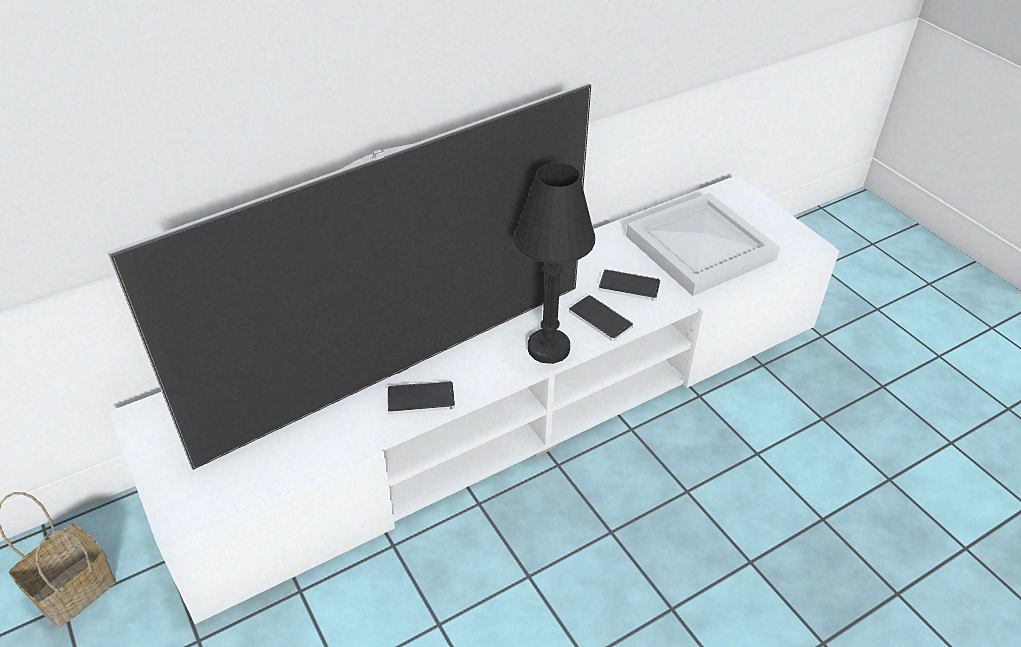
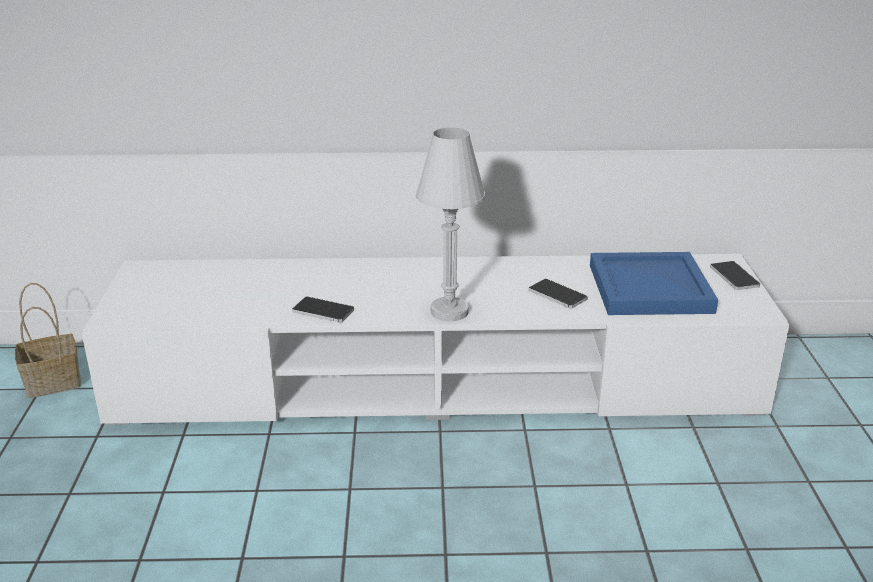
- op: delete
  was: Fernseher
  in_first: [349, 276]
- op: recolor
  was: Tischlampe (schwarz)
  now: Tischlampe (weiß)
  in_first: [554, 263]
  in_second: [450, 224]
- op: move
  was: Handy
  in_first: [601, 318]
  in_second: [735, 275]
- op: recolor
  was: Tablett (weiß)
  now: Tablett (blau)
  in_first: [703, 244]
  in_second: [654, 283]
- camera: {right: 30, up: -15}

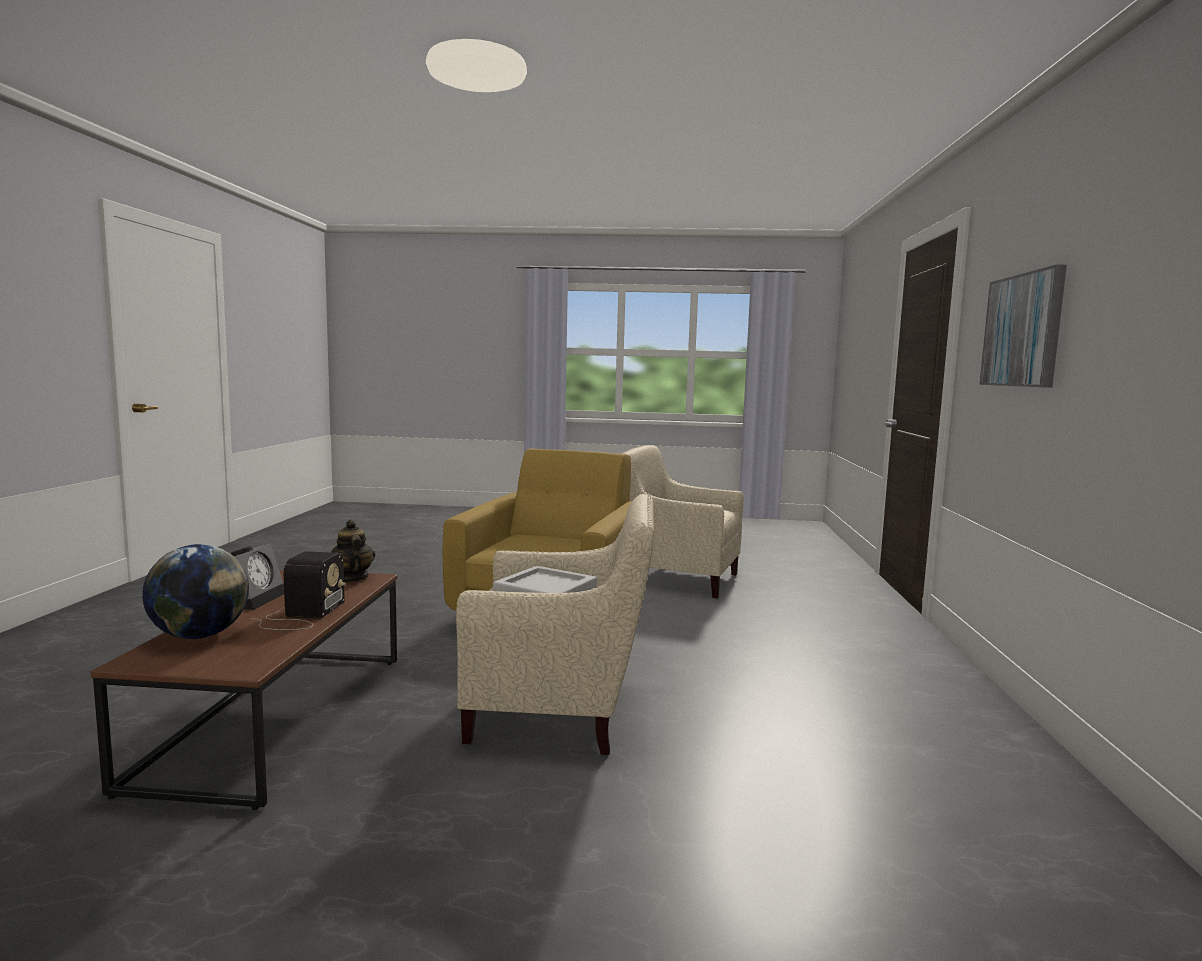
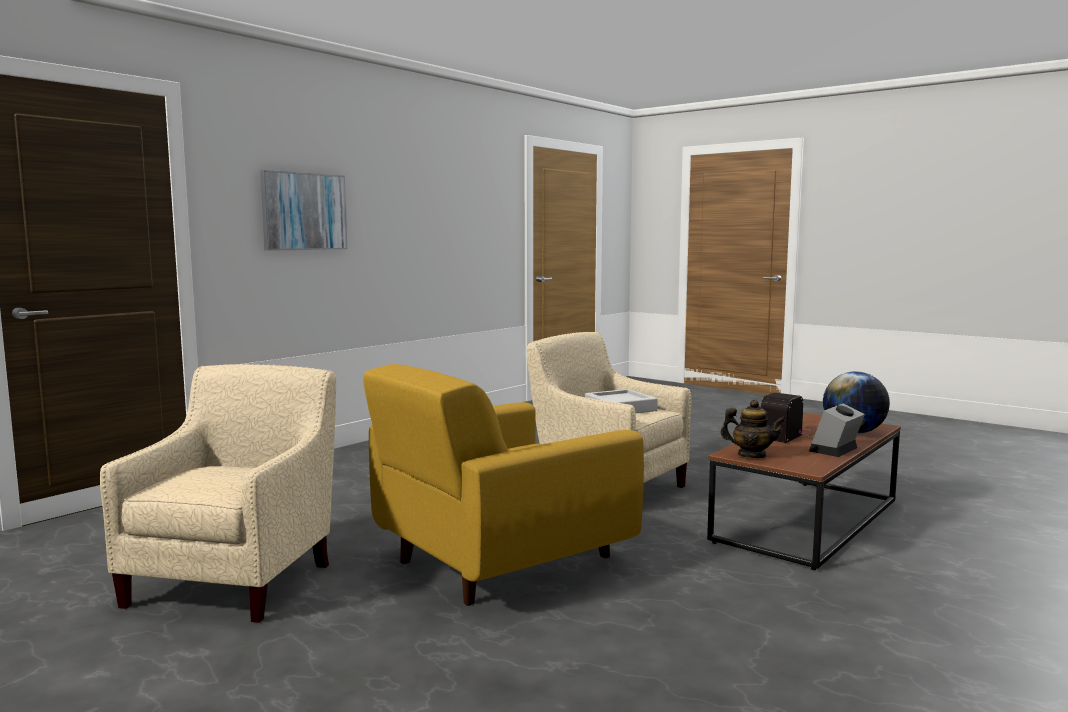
- op: rotate
  was: Teekanne
  in_first: [353, 551]
  in_second: [753, 429]
  clockwise: -75
- op: rotate
  was: Sessel (beige)
  in_first: [682, 521]
  in_second: [218, 493]
  clockwise: -135
- camera: {right: -145, up: 0}

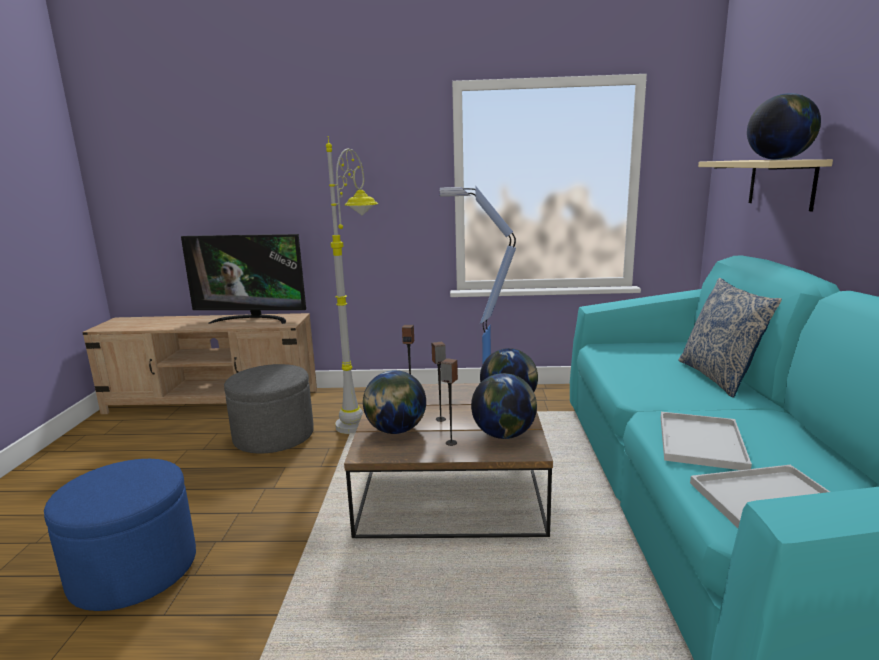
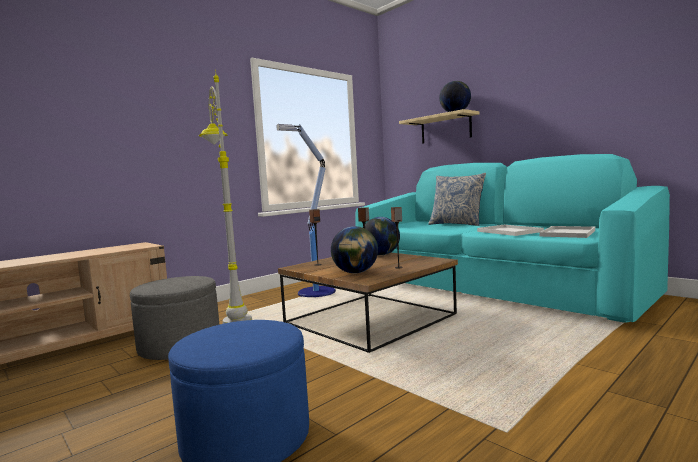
- op: delete
  was: Fernseher
  in_first: [243, 279]
- op: delete
  was: Globus
  in_first: [504, 406]
- camera: {right: -45, up: -10}

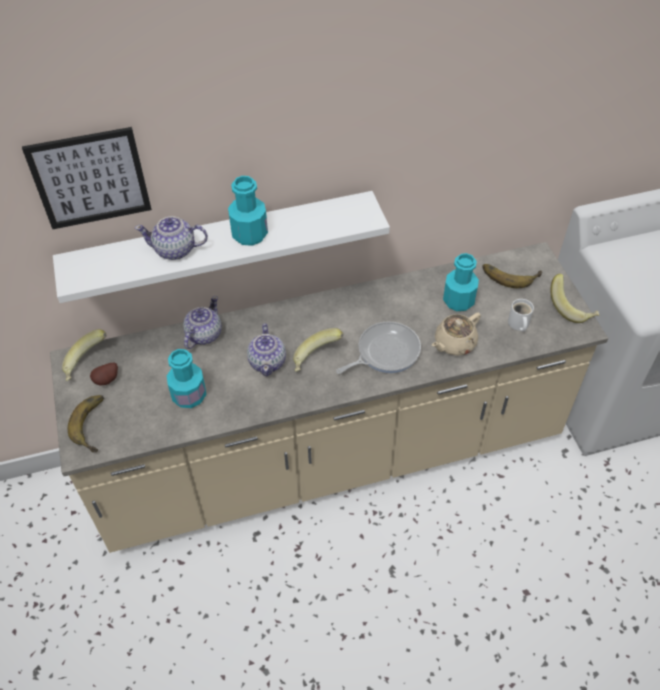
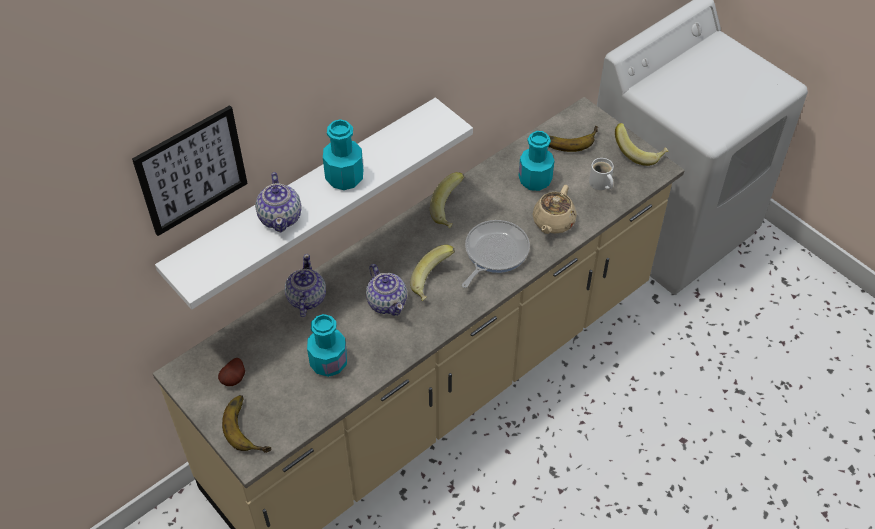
- op: move
  was: Banane
  in_first: [84, 355]
  in_second: [447, 200]
- op: rotate
  was: Teekanne
  in_first: [171, 238]
  in_second: [278, 202]
  clockwise: -75
- camera: {right: -25, up: 0}

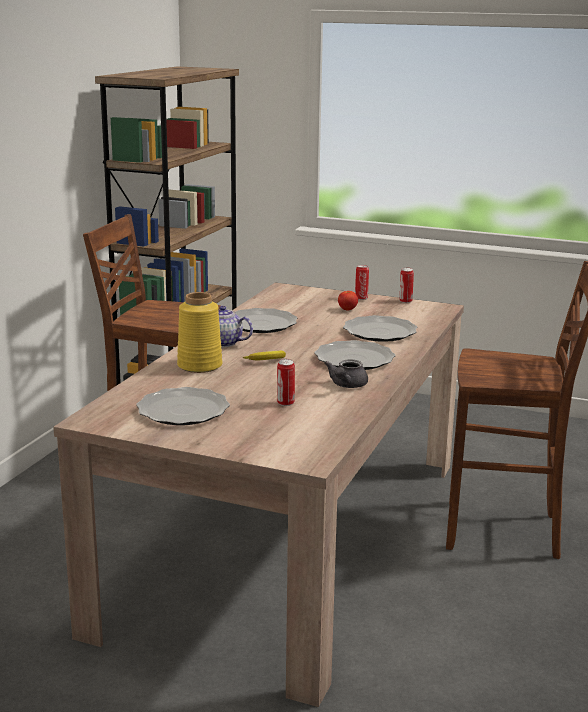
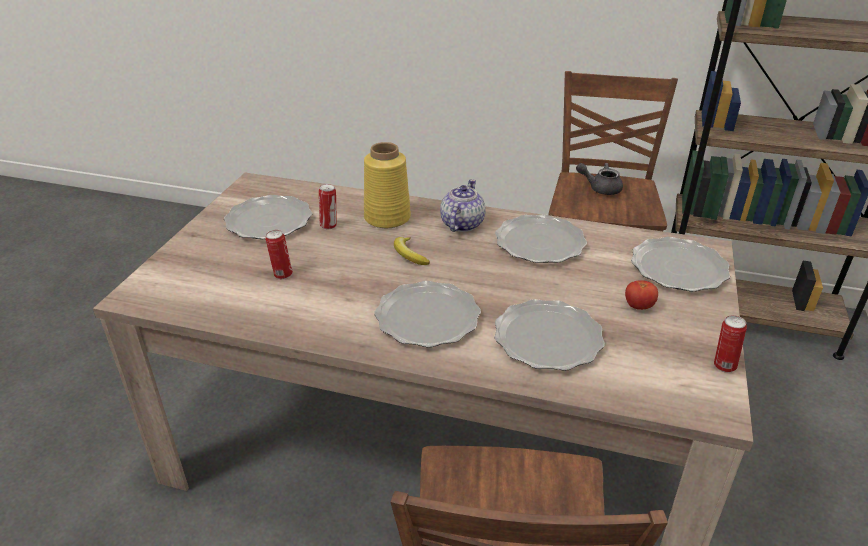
- op: move
  was: Teekanne (grau)
  in_first: [346, 373]
  in_second: [599, 179]
- op: move
  was: Dose
  in_first: [362, 282]
  in_second: [328, 206]
- op: insert
  now: Teller
  in_second: [680, 264]
- camera: {right: 85, up: 15}

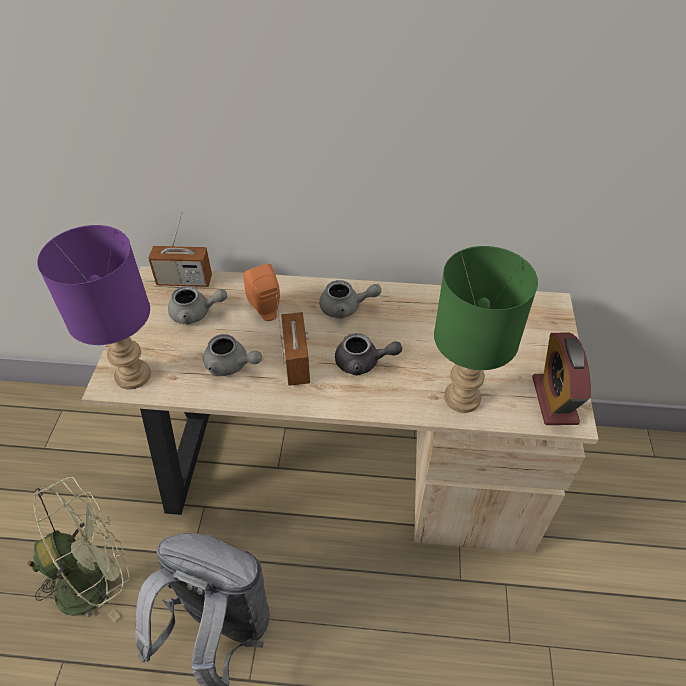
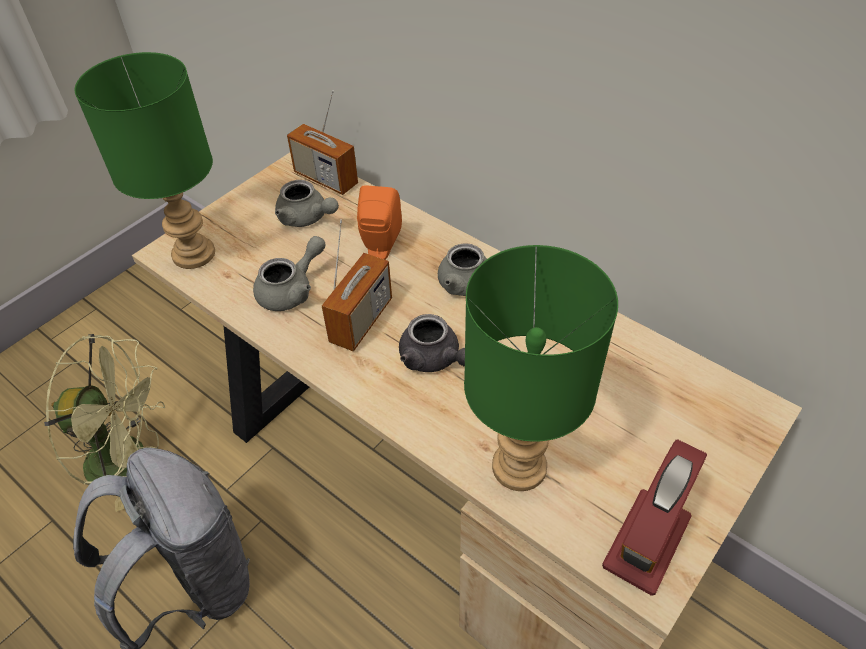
- op: recolor
  was: Tischlampe (lila)
  now: Tischlampe (grün)
  in_first: [94, 307]
  in_second: [144, 160]
- op: rotate
  was: Teekanne (grau)
  in_first: [232, 355]
  in_second: [289, 273]
  clockwise: -105
- camera: {right: 35, up: 0}

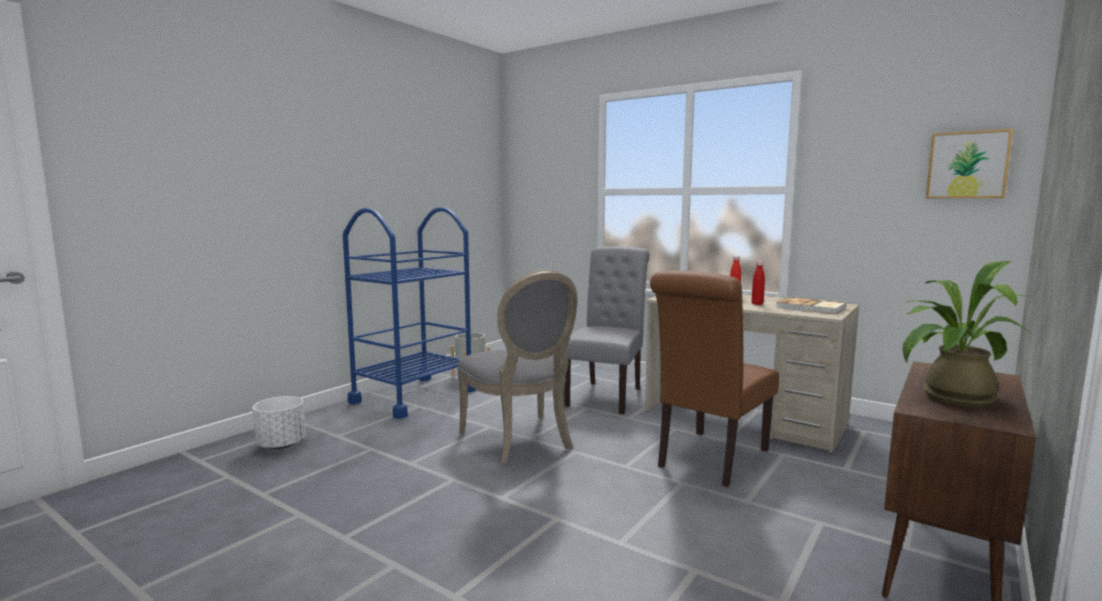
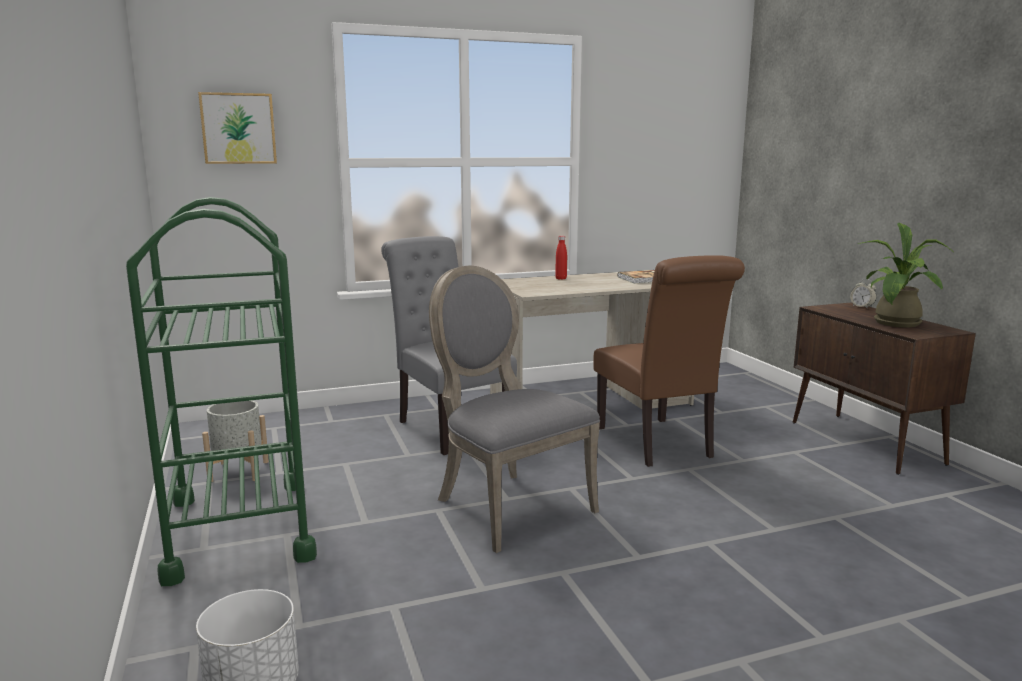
- op: recolor
  was: Rollwagen (blau)
  now: Rollwagen (grün)
  in_first: [409, 313]
  in_second: [221, 391]
- op: rotate
  was: Stuhl (grau)
  in_first: [517, 367]
  in_second: [514, 409]
  clockwise: -135
- op: delete
  was: Flasche (rot)
  in_first: [758, 283]
- op: move
  was: Bild
  in_first: [969, 163]
  in_second: [237, 128]
- op: insert
  now: Wecker
  in_second: [863, 294]
- camera: {right: -55, up: 5}

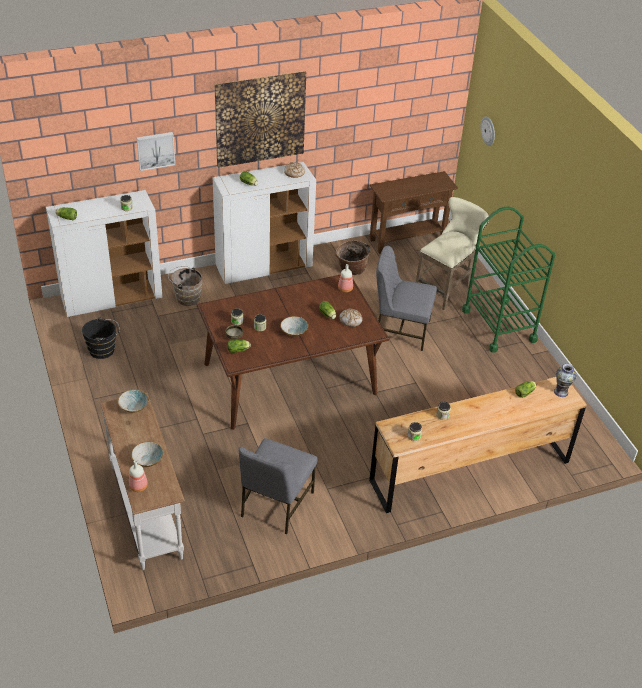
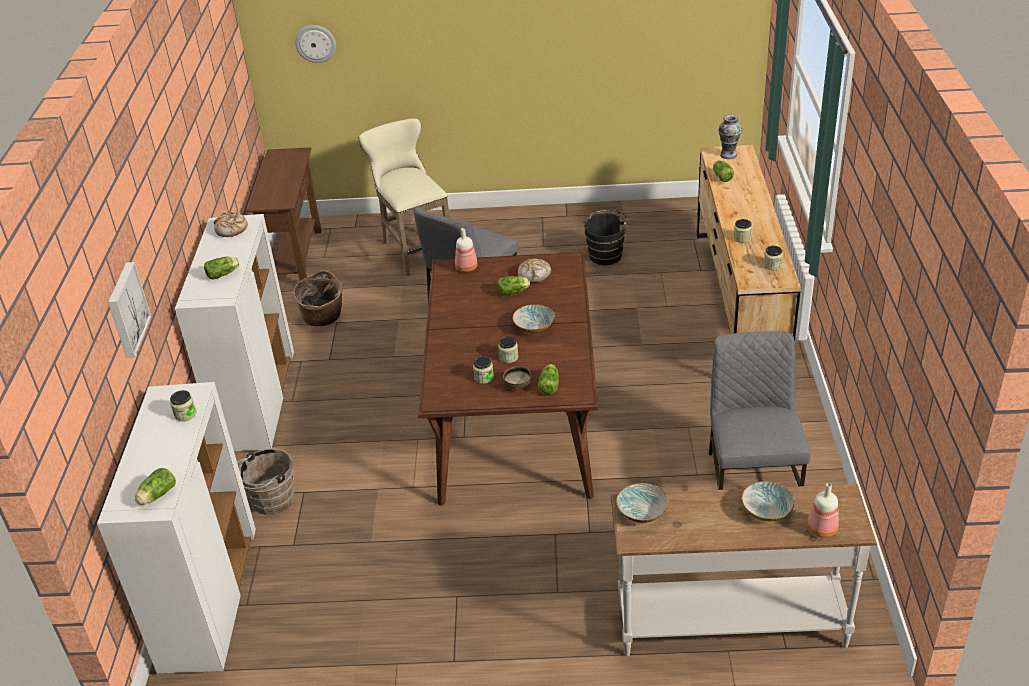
- op: move
  was: Eimer (schwarz)
  in_first: [101, 338]
  in_second: [606, 237]
- op: delete
  was: Bild
  in_first: [260, 119]
- op: rotate
  was: Stuhl (grau)
  in_first: [278, 486]
  in_second: [760, 410]
  clockwise: -135
- op: delete
  was: Rollwagen (grün)
  in_first: [508, 279]
- camera: {right: -65, up: -5}

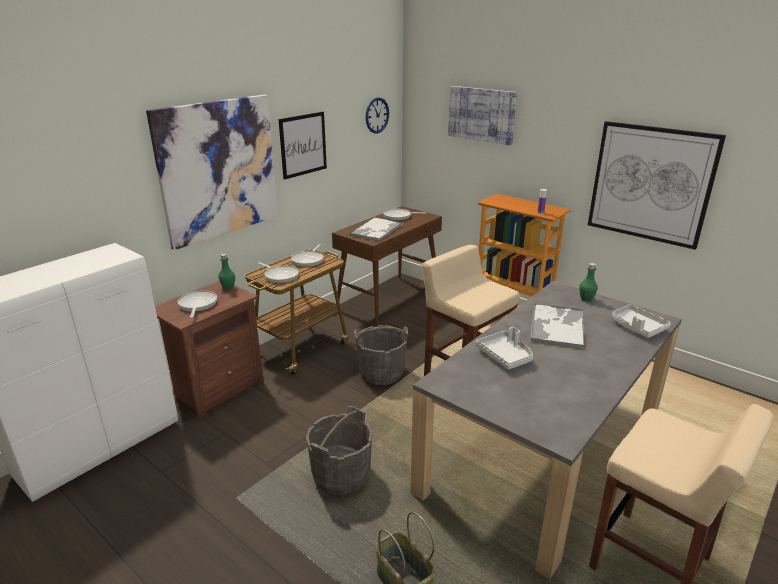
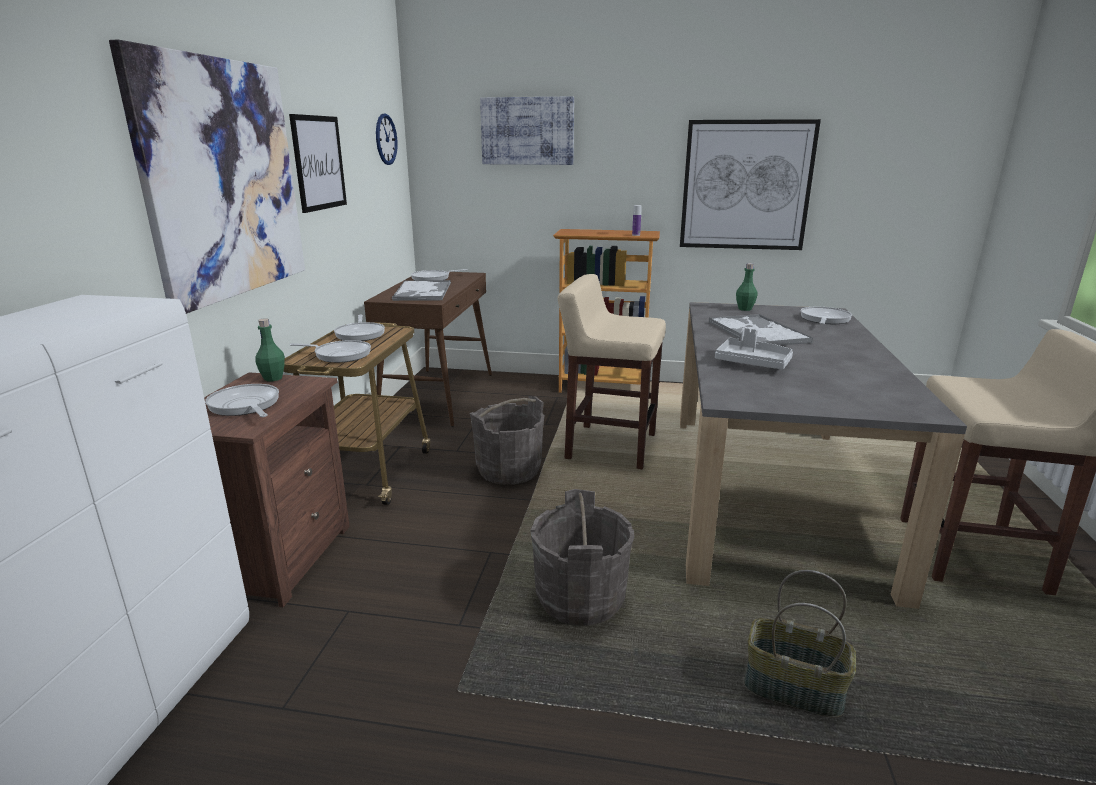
- op: replace
  was: Tablett (grau)
  now: Pfanne
  in_first: [641, 321]
  in_second: [826, 315]
- camera: {right: -30, up: -5}

